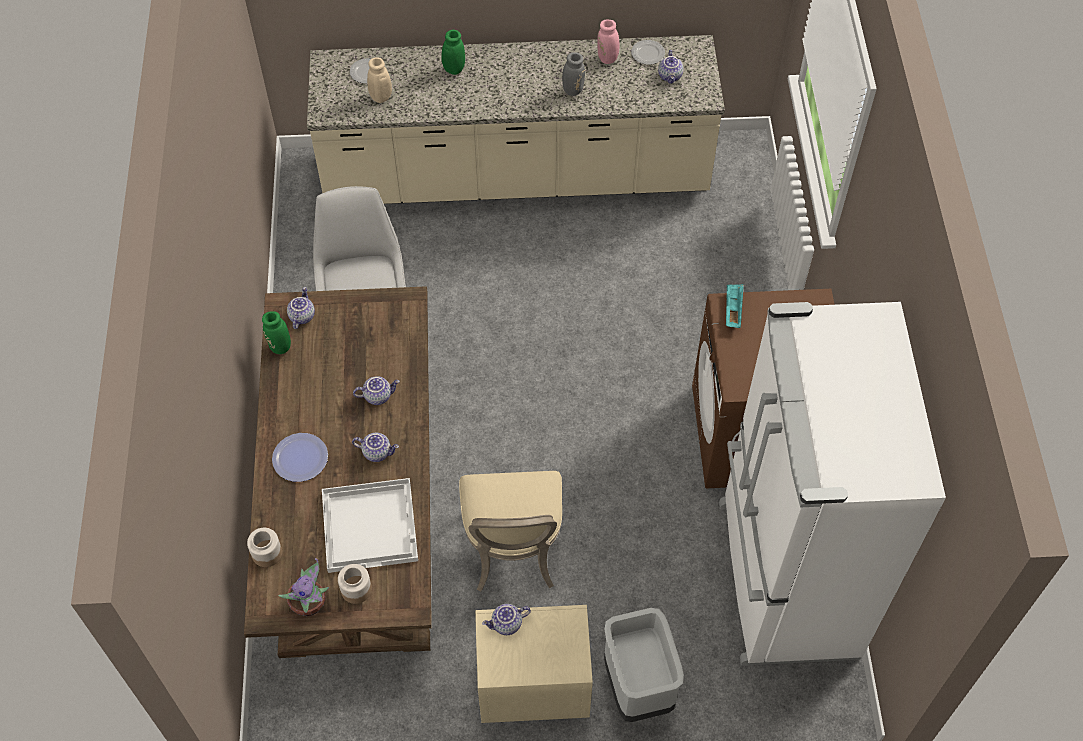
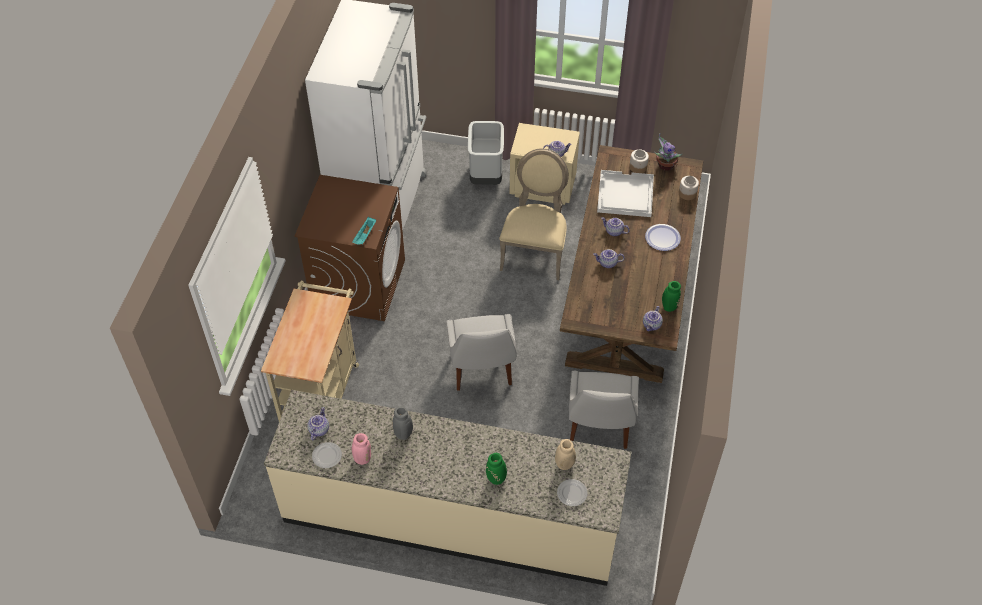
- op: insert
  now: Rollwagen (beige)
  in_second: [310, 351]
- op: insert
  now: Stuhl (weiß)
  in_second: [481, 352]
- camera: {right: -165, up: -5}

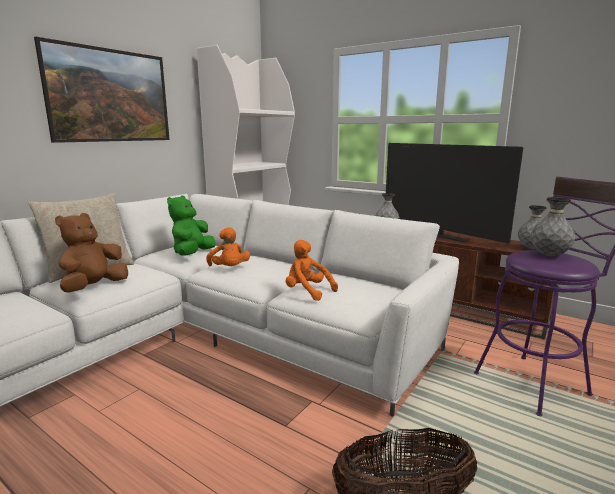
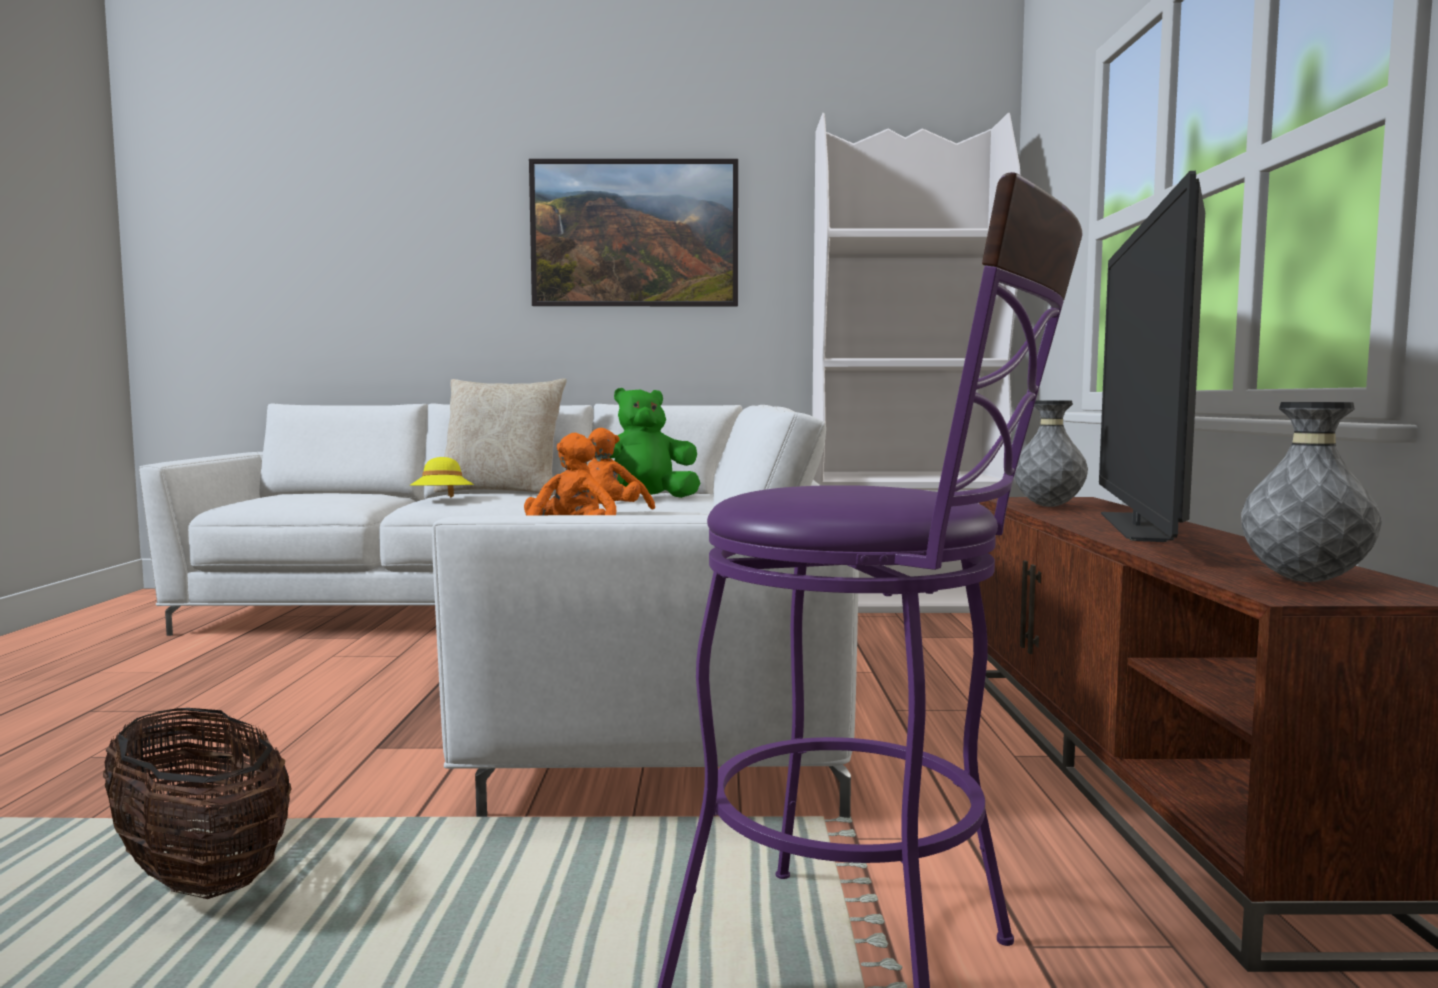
- op: replace
  was: Plüschtier (braun)
  now: Hut (gelb)
  in_first: [91, 252]
  in_second: [442, 477]
- op: delete
  was: Vase (grau)
  in_first: [553, 226]
- camera: {right: 55, up: -10}

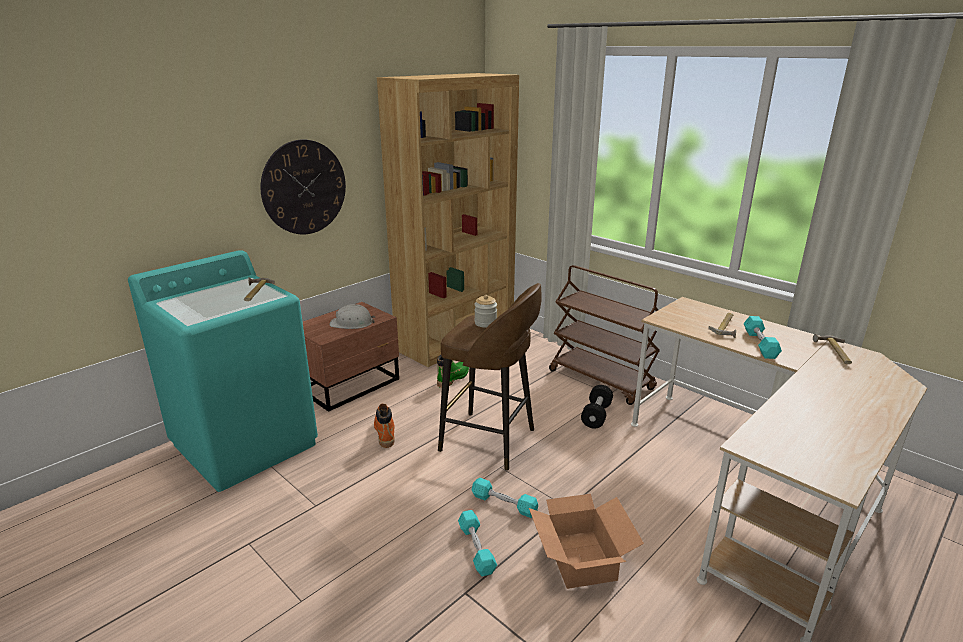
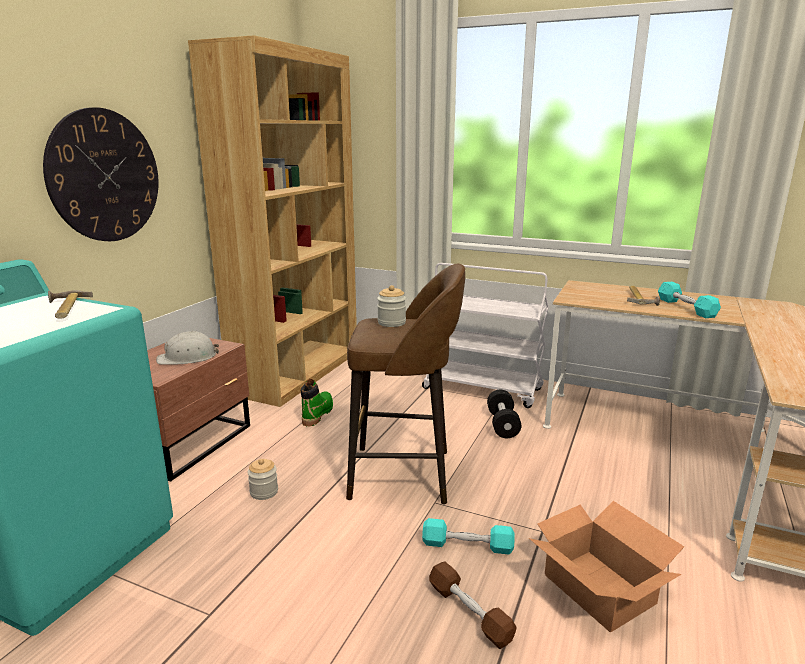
- op: replace
  was: Stiefel (orange)
  now: Vorratsglas
  in_first: [384, 426]
  in_second: [263, 479]
- op: recolor
  was: Hantel (türkis)
  now: Hantel (braun)
  in_first: [477, 543]
  in_second: [473, 605]
- op: recolor
  was: Rollwagen (braun)
  now: Rollwagen (weiß)
  in_first: [604, 335]
  in_second: [485, 335]
- op: delete
  was: Hammer
  in_first: [832, 349]
- camera: {right: -20, up: -5}

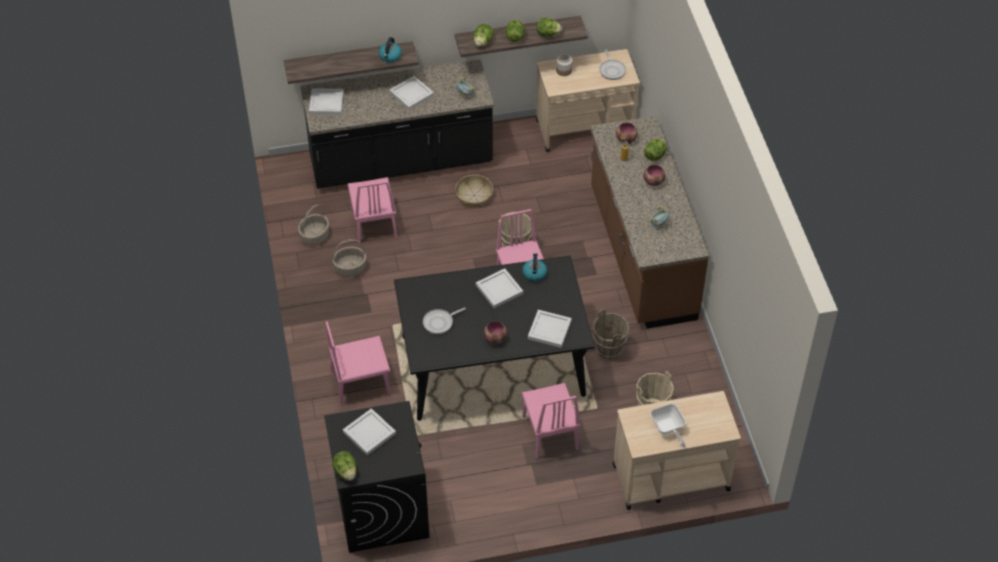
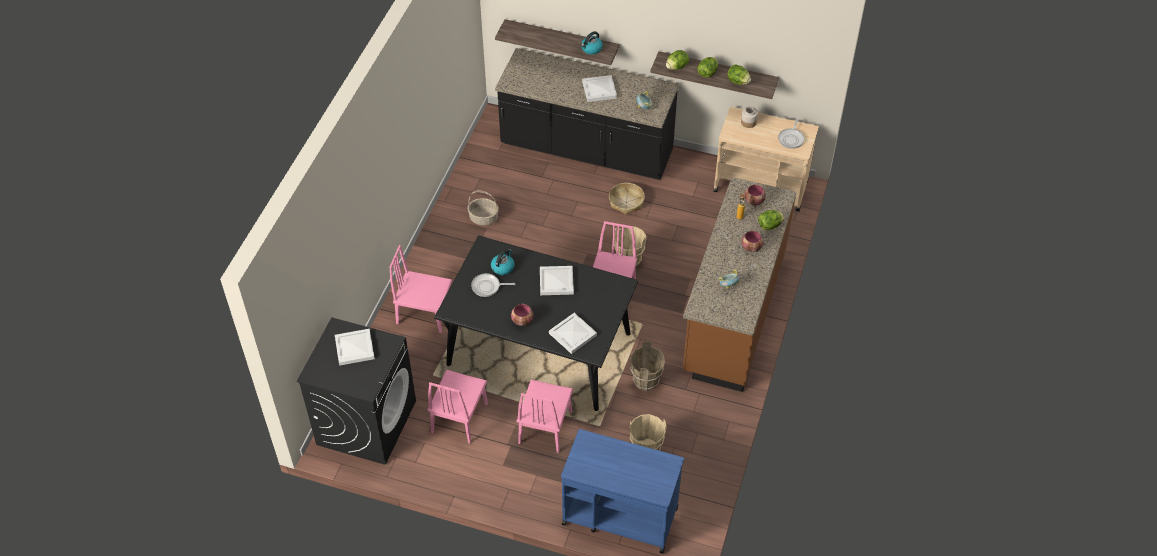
- op: delete
  was: Korb
  in_first: [313, 225]
- op: delete
  was: Tablett (weiß)
  in_first: [326, 101]
- op: delete
  was: Salatkopf
  in_first: [344, 466]
- op: move
  was: Stuhl (rosa)
  in_first: [372, 210]
  in_second: [458, 407]
- op: move
  was: Wasserkessel
  in_first: [534, 267]
  in_second: [503, 262]
- op: recolor
  was: Rollwagen (beige)
  now: Rollwagen (blau)
  in_first: [677, 450]
  in_second: [622, 491]
- op: delete
  was: Pfanne
  in_first: [668, 425]
- camera: {right: 30, up: 0}

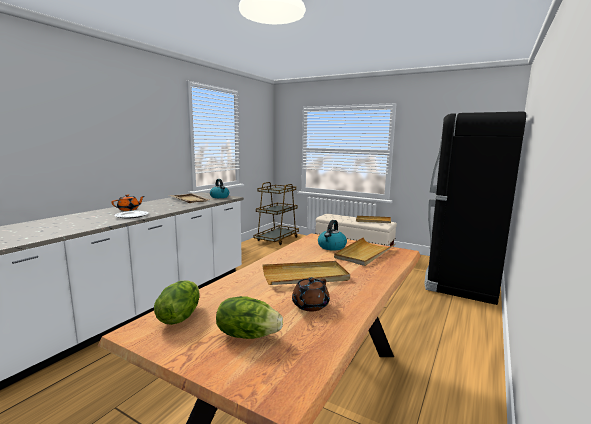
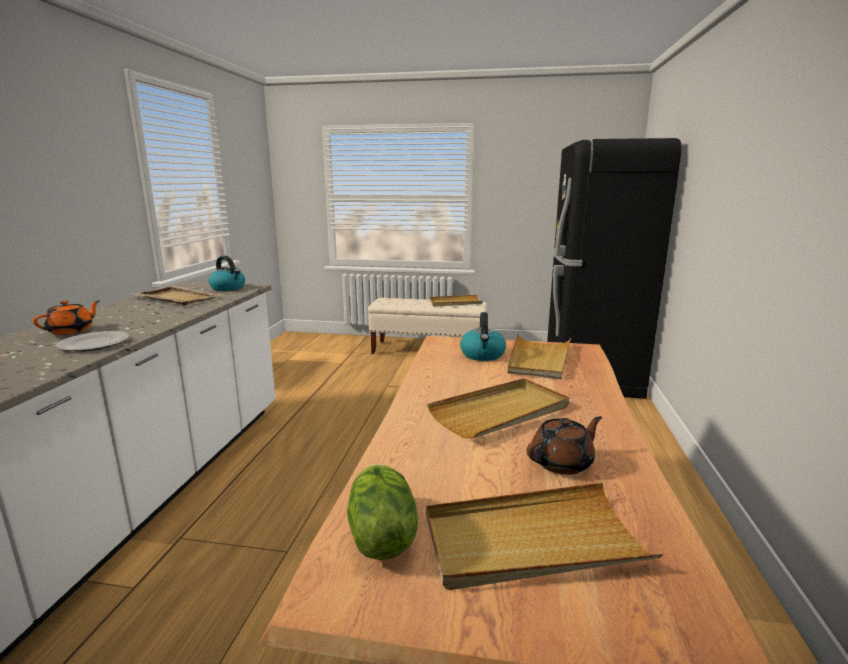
- op: replace
  was: Salatkopf
  now: Tablett (beige)
  in_first: [249, 317]
  in_second: [544, 536]
- op: delete
  was: Rollwagen (braun)
  in_first: [276, 213]
- op: rotate
  was: Teekanne (braun)
  in_first: [311, 294]
  in_second: [564, 445]
  clockwise: -135
- camera: {right: -20, up: 5}

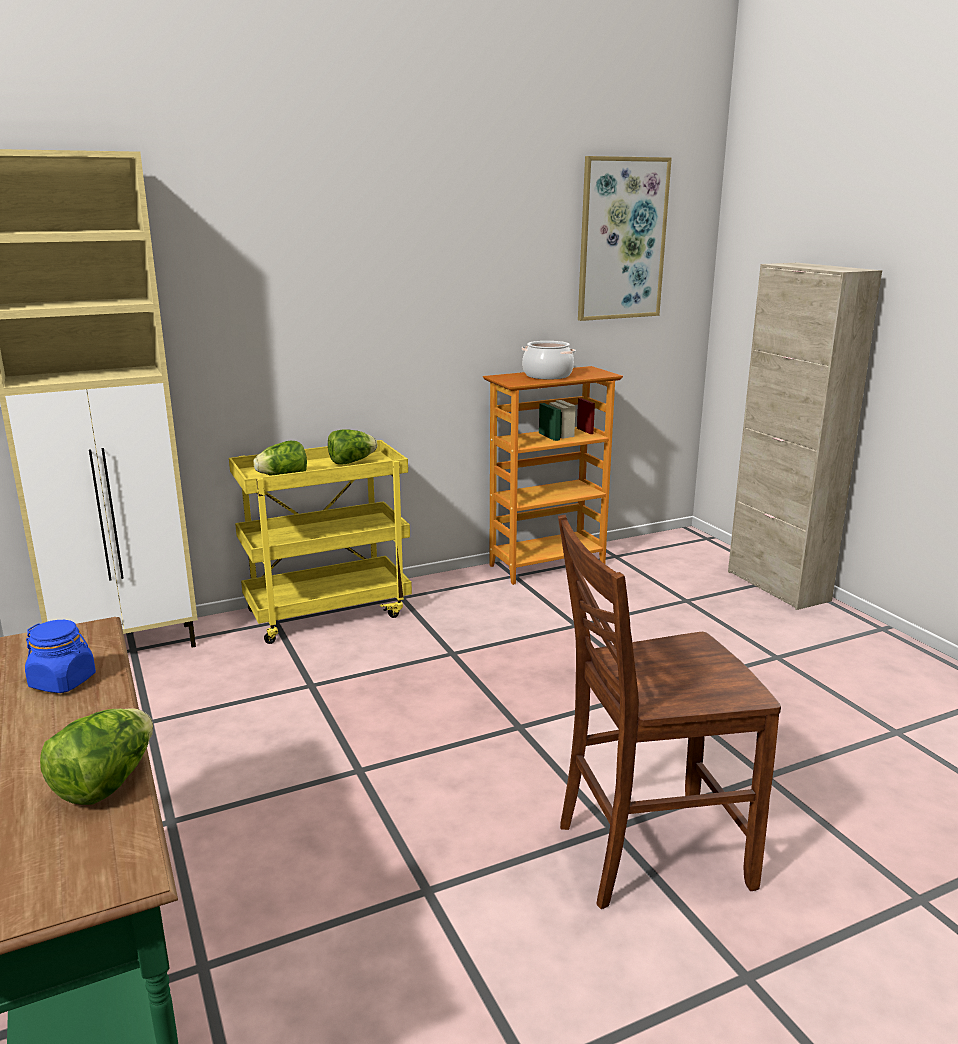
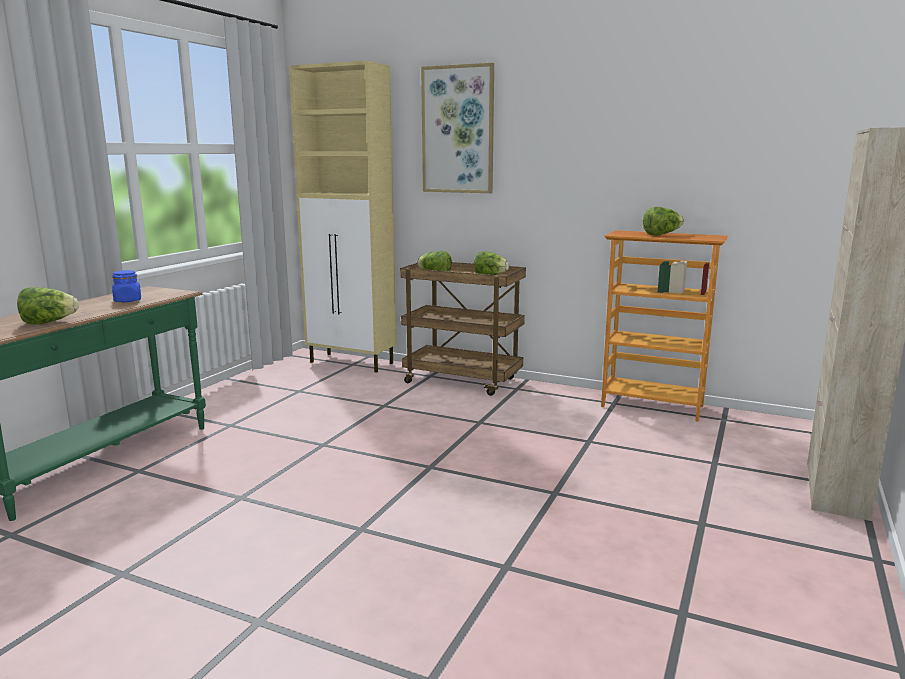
- op: recolor
  was: Rollwagen (gelb)
  now: Rollwagen (braun)
  in_first: [320, 542]
  in_second: [463, 329]
- op: replace
  was: Kochtopf
  now: Salatkopf
  in_first: [549, 360]
  in_second: [663, 221]
- op: delete
  was: Stuhl (braun)
  in_first: [669, 712]
- op: move
  was: Bild
  in_first: [625, 238]
  in_second: [457, 128]
- camera: {right: 50, up: -5}

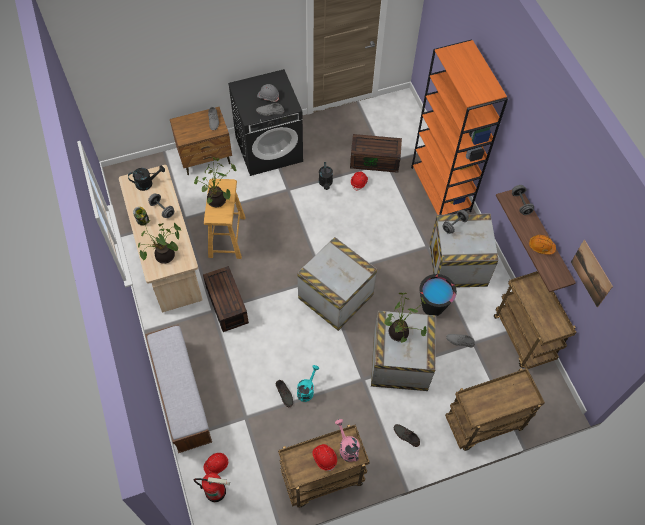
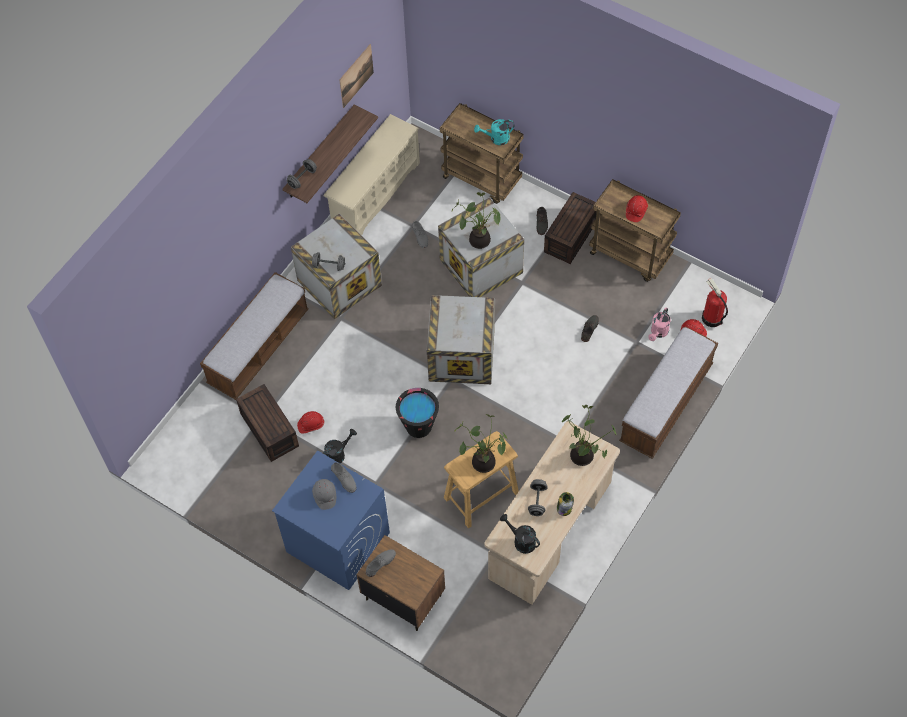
- op: move
  was: Aufbewahrungsbox (braun)
  in_first: [226, 299]
  in_second: [570, 228]
- op: recolor
  was: Waschmaschine (schwarz)
  now: Waschmaschine (blau)
  in_first: [265, 122]
  in_second: [331, 520]
- op: move
  was: Gießkanne (türkis)
  in_first: [308, 383]
  in_second: [494, 132]
- op: move
  was: Gießkanne (rosa)
  in_first: [347, 440]
  in_second: [659, 324]
- op: replace
  was: Bücherregal (orange)
  now: Bank
  in_first: [459, 127]
  in_second: [254, 336]
- op: move
  was: Eimer (schwarz)
  in_first: [438, 295]
  in_second: [417, 413]
- op: replace
  was: Rollwagen (braun)
  now: Schuhregal (beige)
  in_first: [535, 320]
  in_second: [371, 174]
- op: delete
  was: Schutzhelm (orange)
  in_first: [542, 245]
- camera: {right: -125, up: 0}

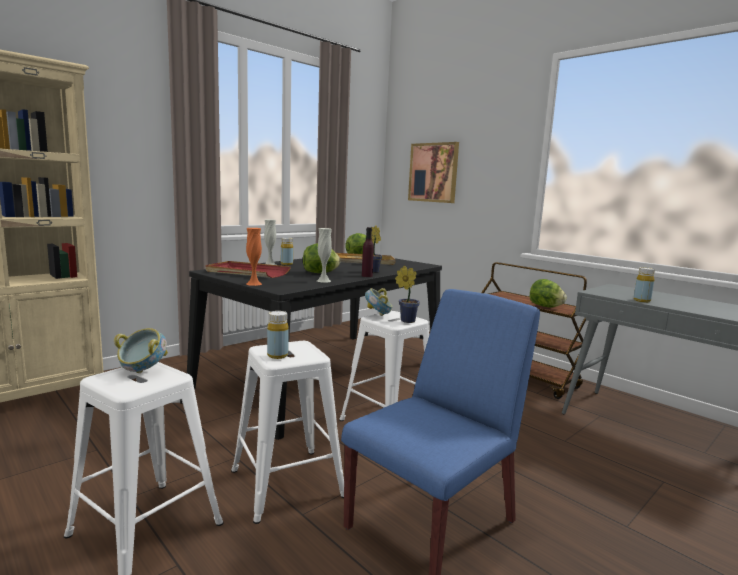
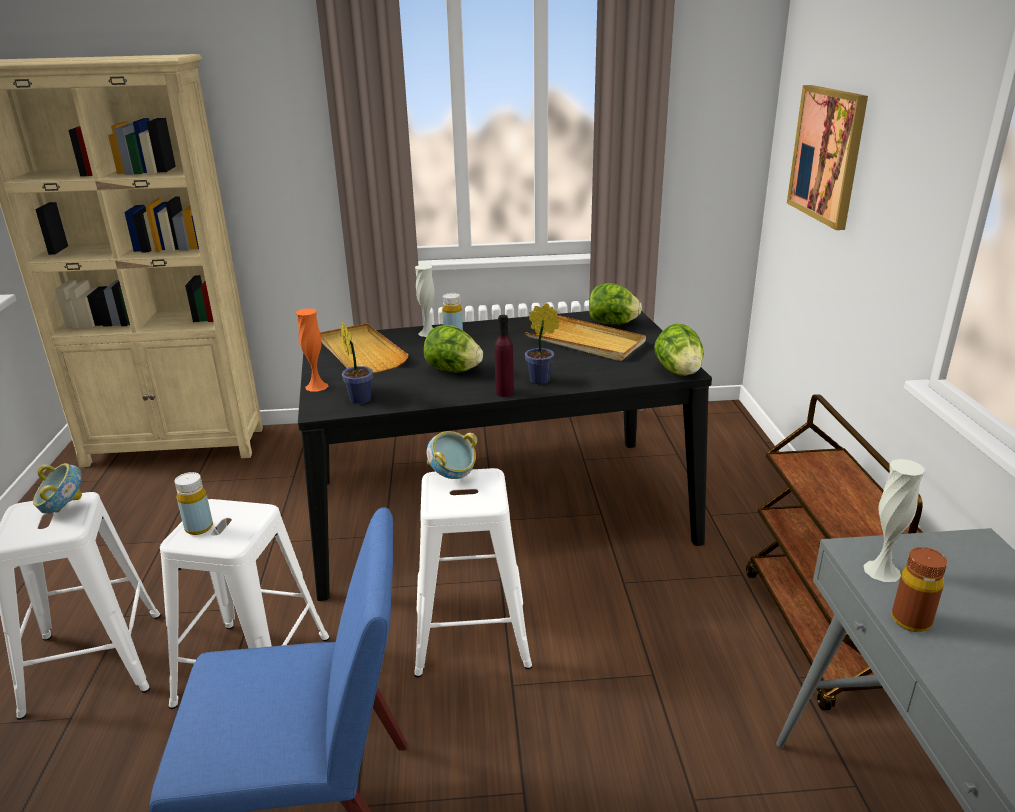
- op: recolor
  was: Tablett (rot)
  now: Tablett (beige)
  in_first: [248, 269]
  in_second: [364, 348]
- op: move
  was: Vase (weiß)
  in_first: [324, 255]
  in_second: [894, 520]
- op: move
  was: Topfpflanze
  in_first: [407, 294]
  in_second: [357, 363]
- op: move
  was: Salatkopf
  in_first: [548, 293]
  in_second: [679, 350]
- op: recolor
  was: Flasche (gelb)
  now: Flasche (braun)
  in_first: [644, 285]
  in_second: [919, 589]
- camera: {right: 40, up: 15}

